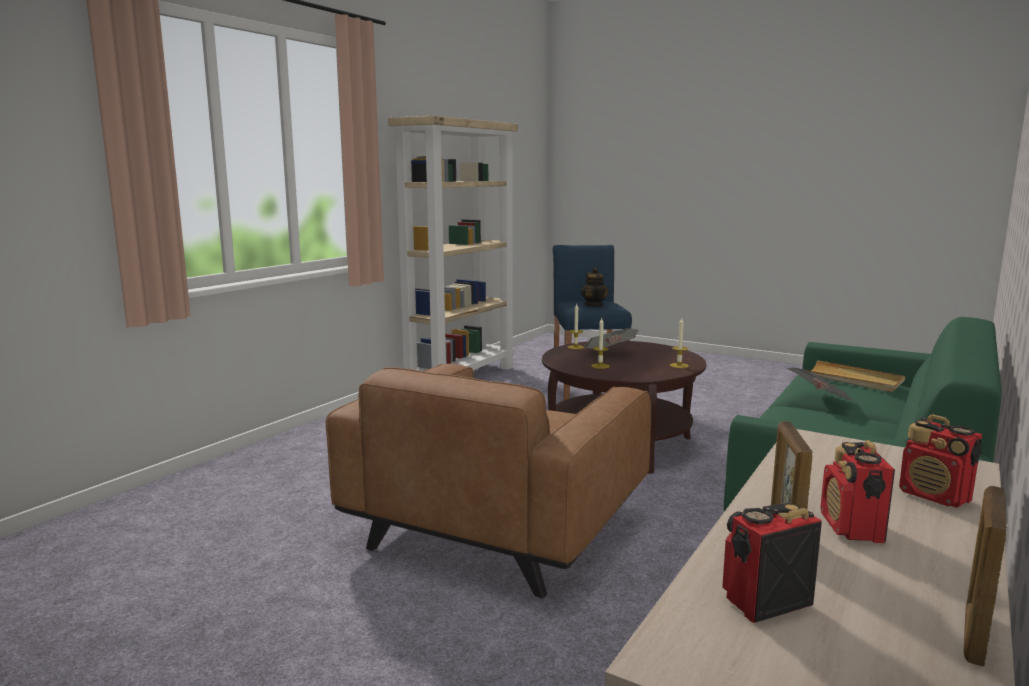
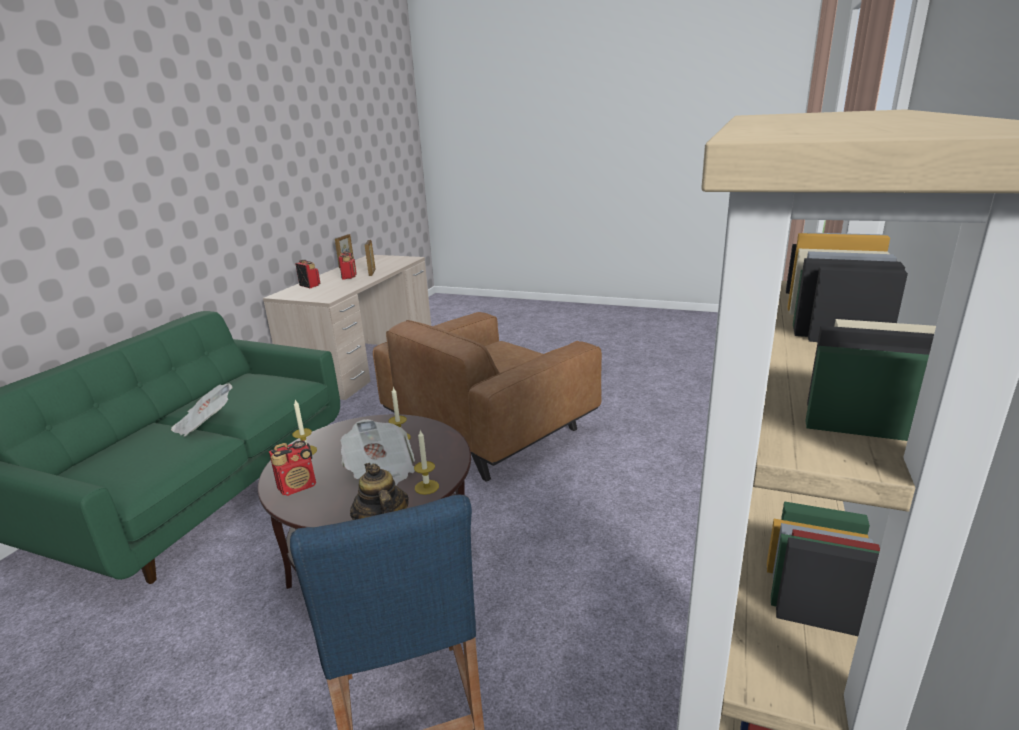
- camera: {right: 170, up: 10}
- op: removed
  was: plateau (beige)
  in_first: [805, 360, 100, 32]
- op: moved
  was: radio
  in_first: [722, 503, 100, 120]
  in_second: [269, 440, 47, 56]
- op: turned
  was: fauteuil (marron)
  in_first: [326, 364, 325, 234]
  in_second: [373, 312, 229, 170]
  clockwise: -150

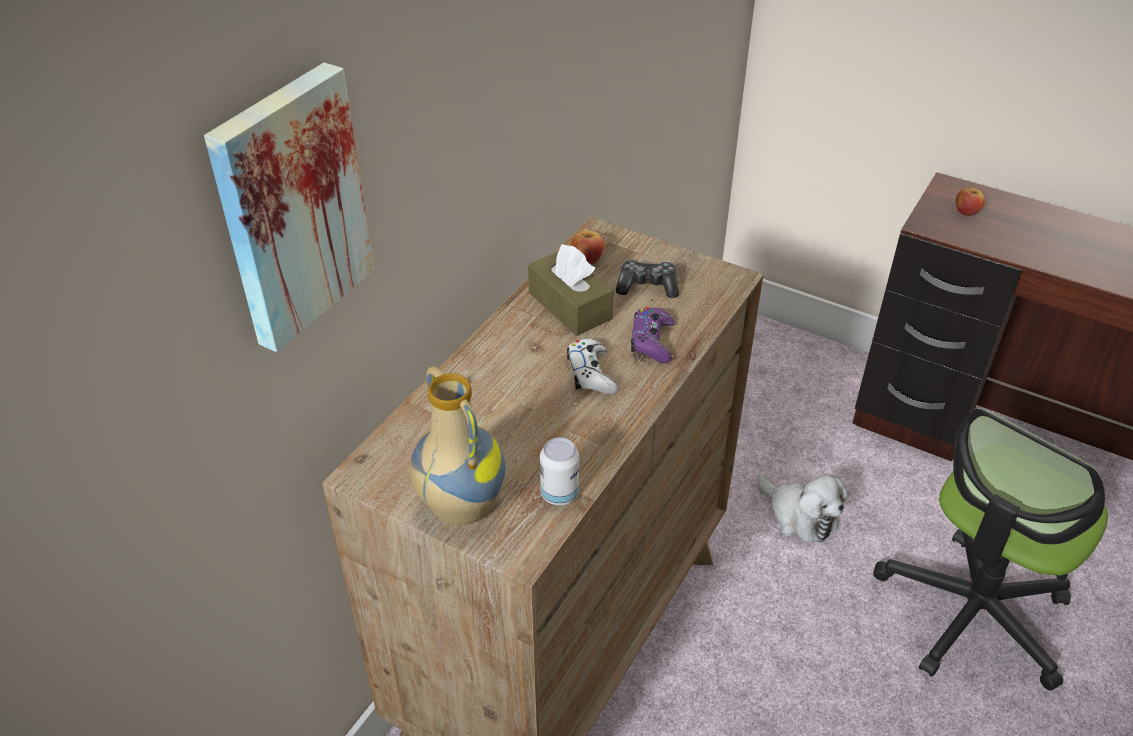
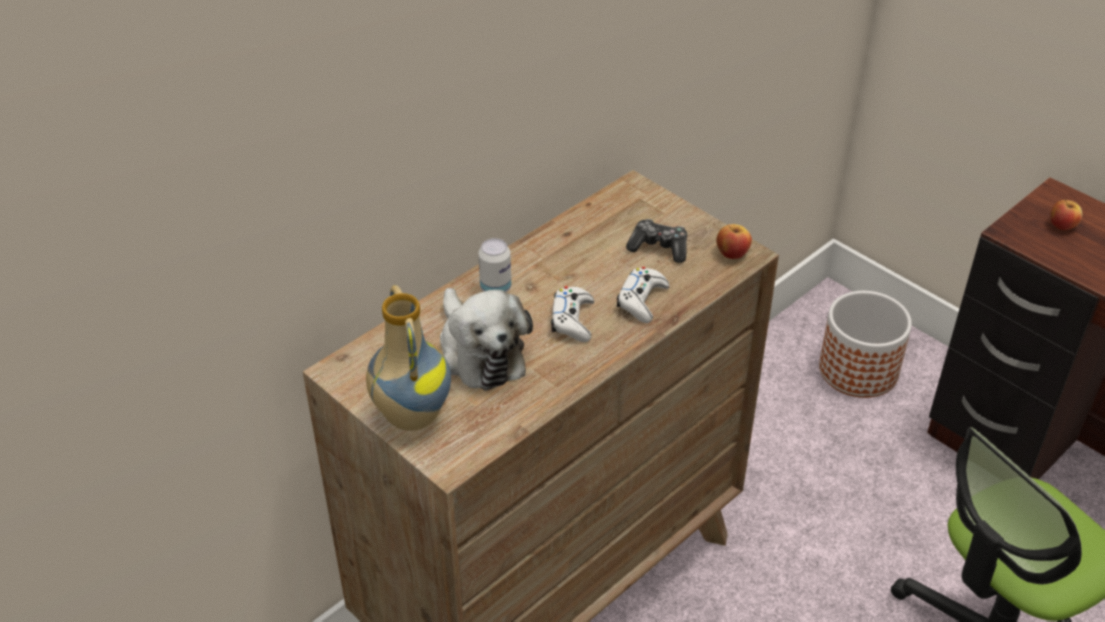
- camera: {right: 15, up: 0}
- op: removed
  was: tableau
  in_first: [204, 62, 170, 290]
- op: removed
  was: boîte à mouchoirs (marron)
  in_first: [528, 244, 86, 92]
- op: added
  now: cache-pot
  in_second: [819, 291, 93, 107]
- op: moved
  was: boîte métallique
  in_first: [540, 437, 39, 68]
  in_second: [478, 238, 33, 54]
- op: moved
  was: pomme
  in_first: [570, 230, 34, 34]
  in_second: [716, 224, 36, 35]
- op: moved
  was: peluche
  in_first: [757, 473, 91, 70]
  in_second: [440, 288, 93, 103]
- op: recoloured
  was: manette (violet)
  now: manette (blanc)
  in_first: [631, 307, 44, 56]
  in_second: [617, 267, 52, 56]

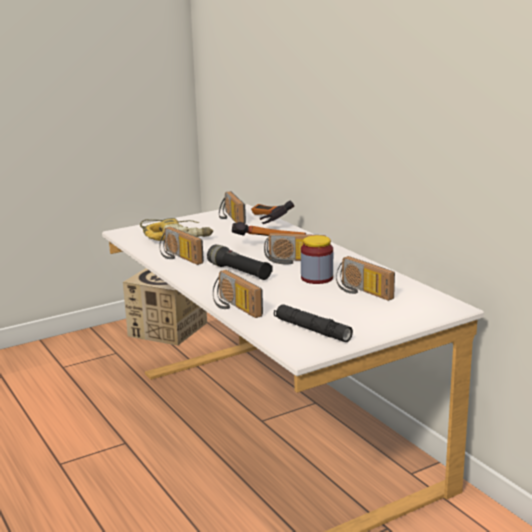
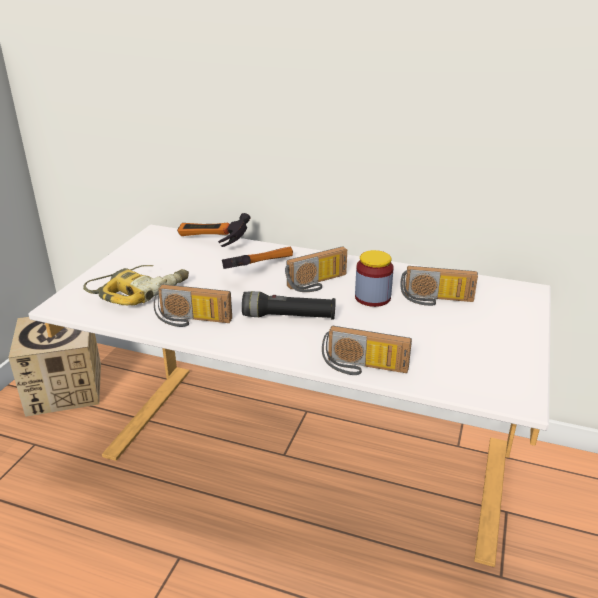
- camera: {right: -40, up: 10}
- op: removed
  was: radio
  in_first: [219, 191, 27, 33]
- op: removed
  was: lampe de poche (noir)
  in_first: [274, 304, 79, 38]

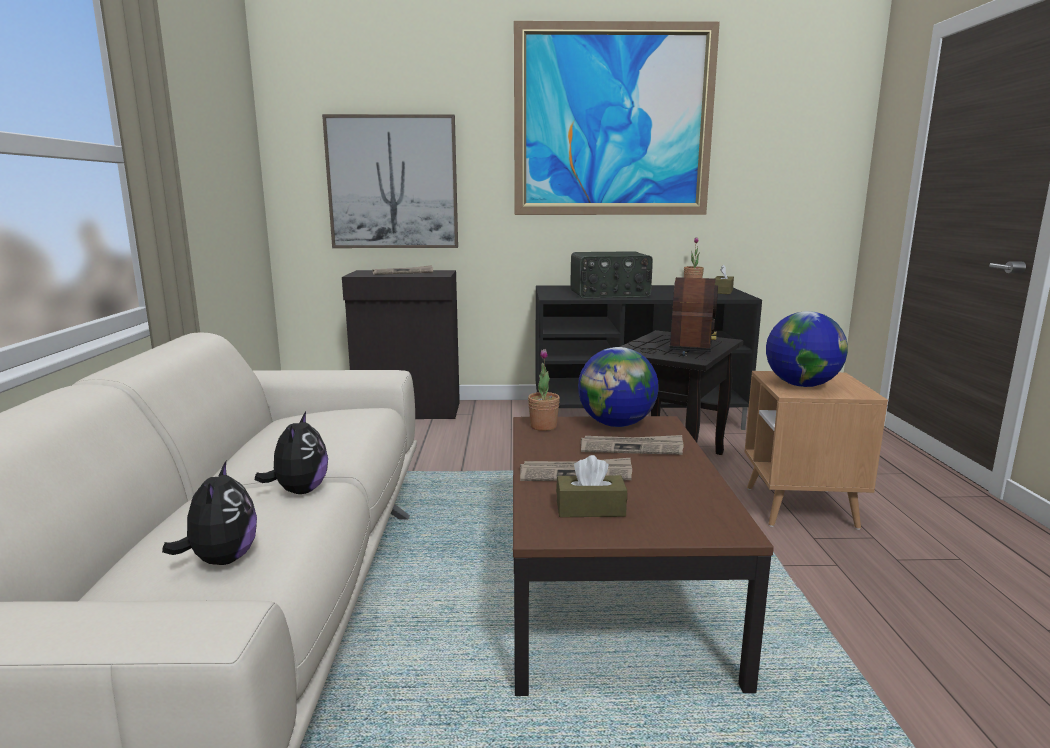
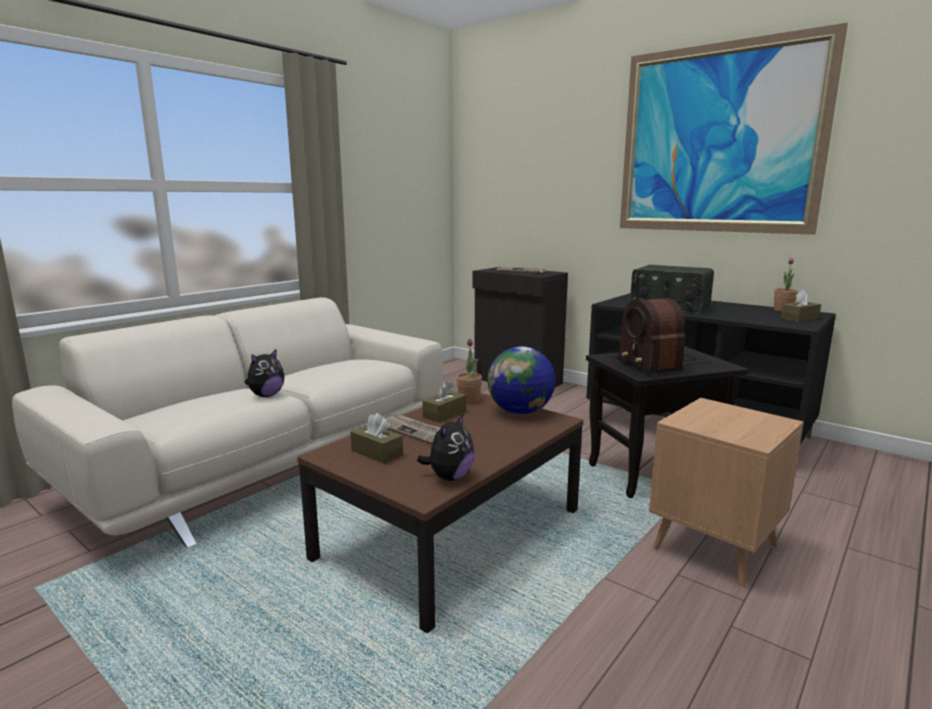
- camera: {right: 40, up: 0}
- op: removed
  was: tableau
  in_first: [322, 114, 136, 134]
- op: removed
  was: journal
  in_first: [581, 435, 102, 20]
- op: removed
  was: globe
  in_first: [766, 311, 82, 76]
- op: added
  now: boîte à mouchoirs (marron)
  in_second: [422, 381, 44, 42]
- op: moved
  was: peluche
  in_first: [162, 461, 95, 104]
  in_second: [417, 414, 57, 67]
- op: turned
  was: radio
  in_first: [628, 277, 90, 79]
  in_second: [617, 298, 80, 76]
  clockwise: 105

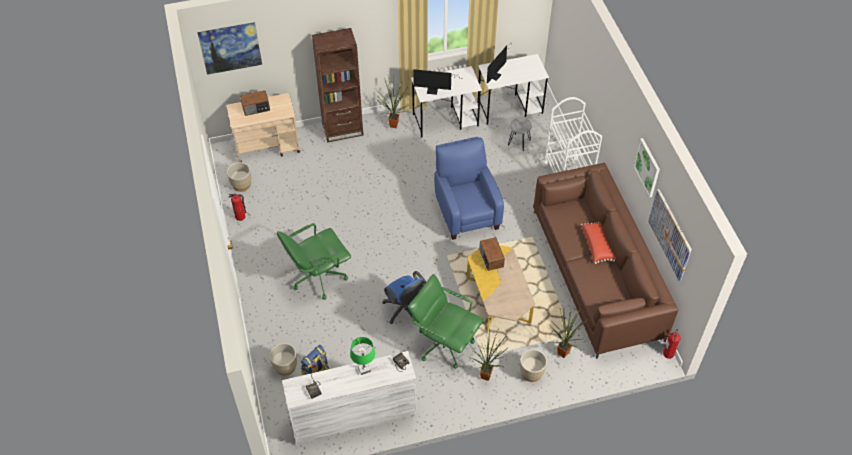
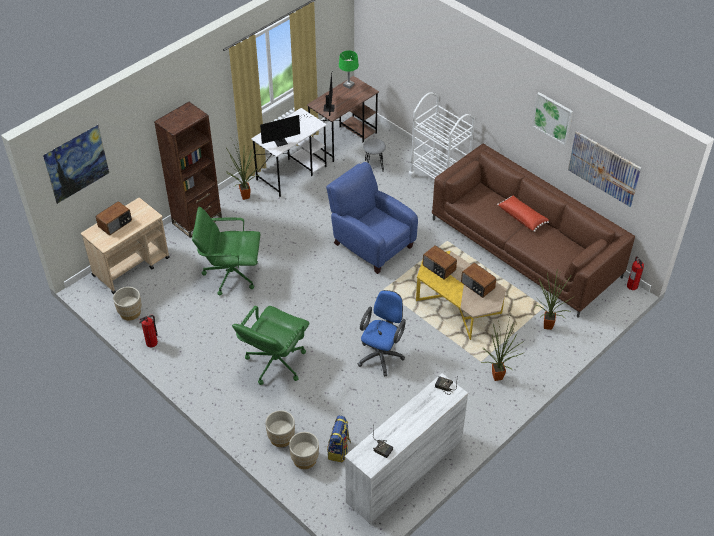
- camera: {right: -30, up: -5}
- op: added
  now: radio
  in_second: [461, 263, 35, 35]
- op: moved
  was: lampe de table (vert)
  in_first: [350, 337, 25, 38]
  in_second: [339, 50, 20, 39]
- op: moved
  was: chaise de bureau (vert)
  in_first: [408, 274, 75, 95]
  in_second: [192, 207, 68, 89]
- op: moved
  was: cache-pot (beige)
  in_first: [520, 349, 27, 33]
  in_second: [265, 410, 30, 37]
- op: recoloured
  was: bureau (blanc)
  now: bureau (marron)
  in_first: [477, 54, 72, 71]
  in_second: [307, 76, 72, 86]
- op: turned
  was: chaise de bureau (bleu)
  in_first: [382, 271, 44, 53]
  in_second: [358, 290, 48, 86]
  clockwise: -90

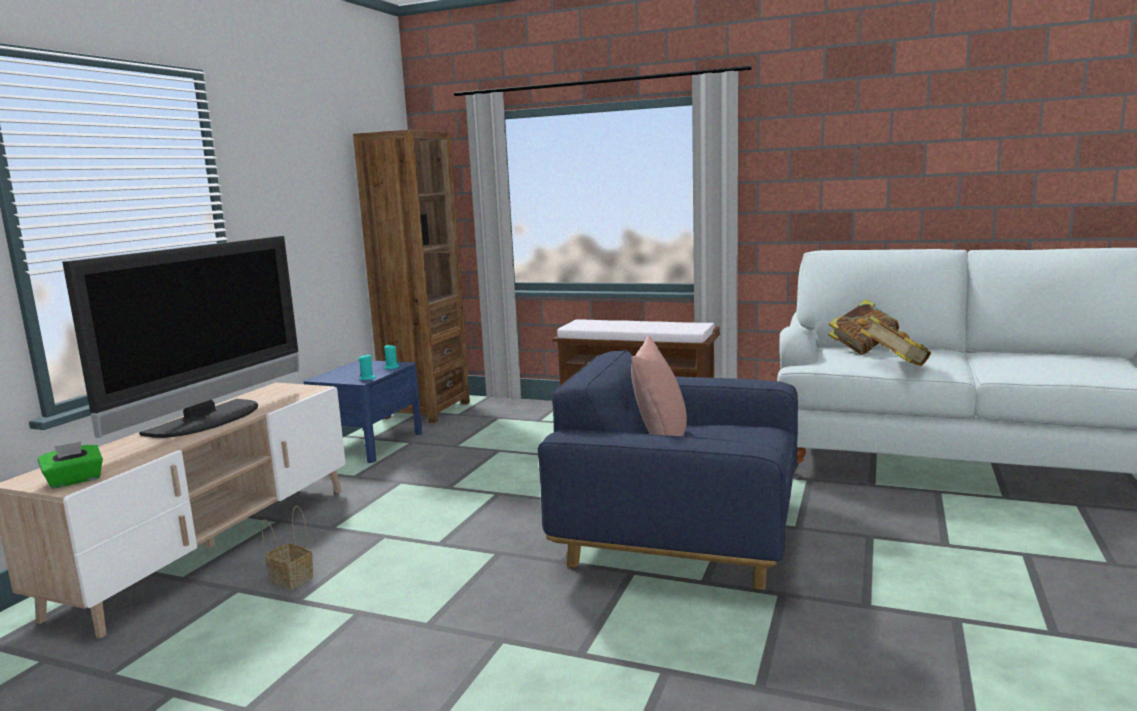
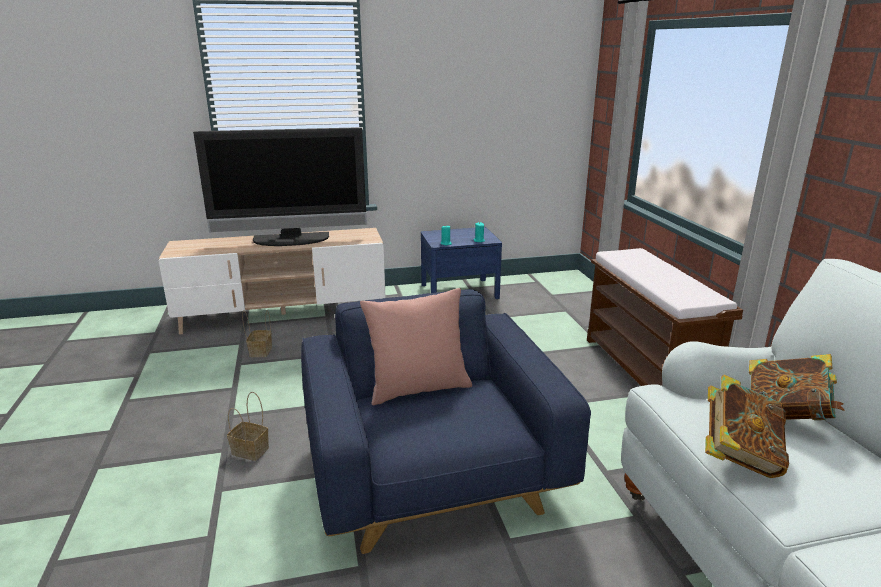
- camera: {right: 55, up: 10}
- op: removed
  was: boîte à mouchoirs (vert)
  in_first: [38, 441, 65, 48]
- op: removed
  was: bibliothèque (marron)
  in_first: [353, 130, 117, 293]
- op: added
  now: panier
  in_second: [227, 392, 42, 69]

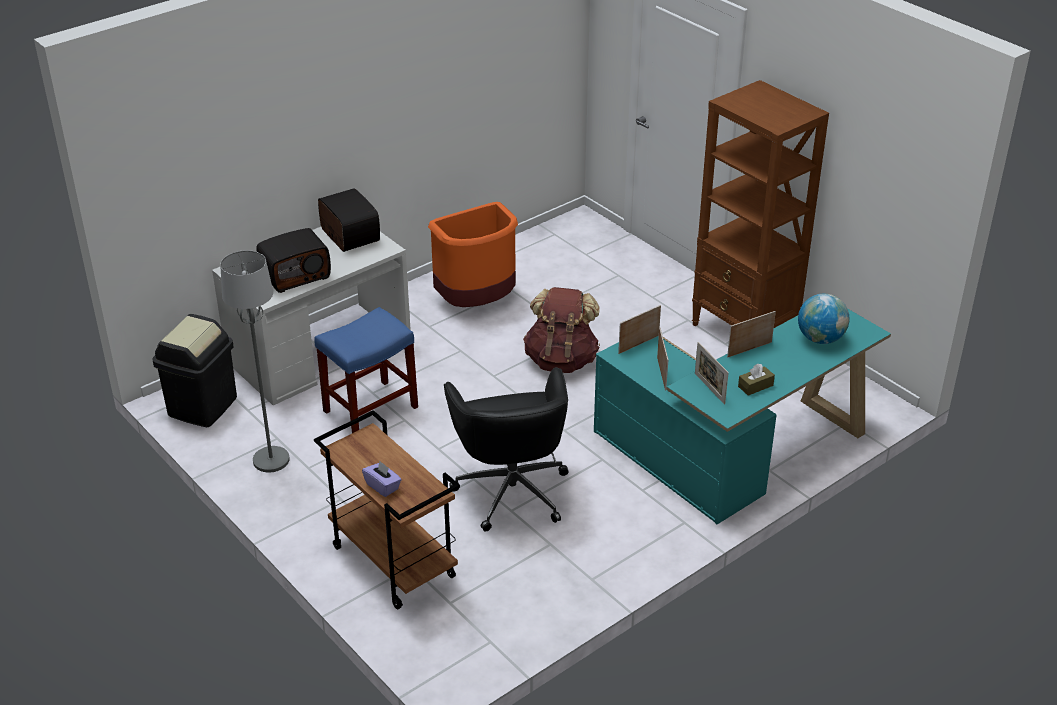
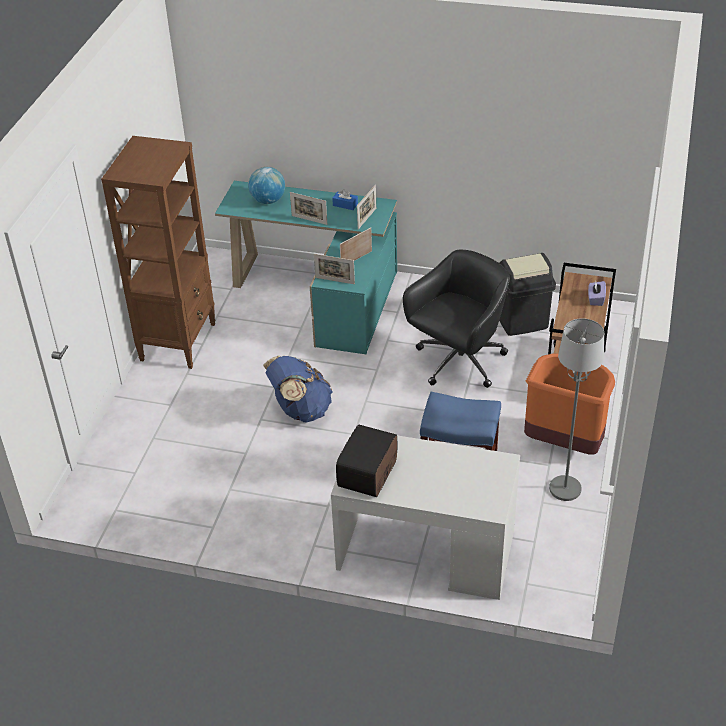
- camera: {right: -125, up: 5}
- op: removed
  was: radio
  in_first: [256, 228, 75, 65]
- op: moved
  was: poubelle (noir)
  in_first: [152, 314, 85, 113]
  in_second: [499, 253, 57, 83]
- op: moved
  was: poubelle (orange)
  in_first: [428, 202, 90, 105]
  in_second: [524, 354, 91, 100]
- op: recoloured
  was: sac à dos (marron)
  now: sac à dos (bleu)
  in_first: [523, 287, 77, 86]
  in_second: [263, 355, 69, 67]
- op: recoloured
  was: boîte à mouchoirs (marron)
  now: boîte à mouchoirs (bleu)
  in_first: [738, 364, 37, 32]
  in_second: [332, 189, 26, 21]

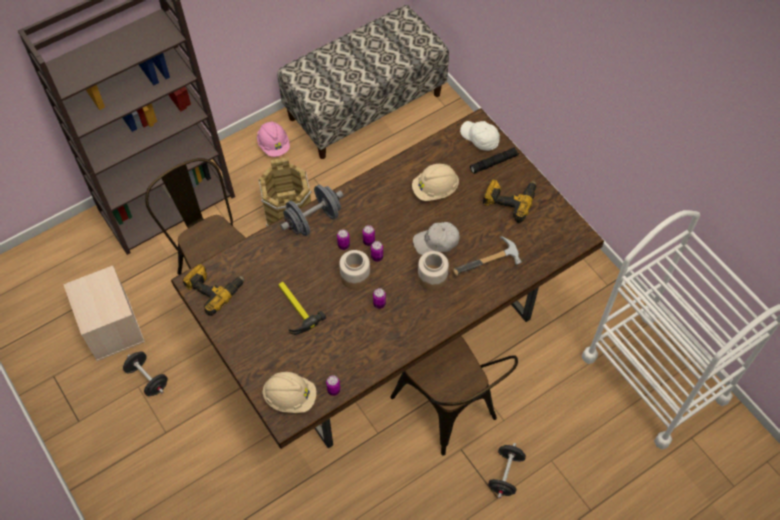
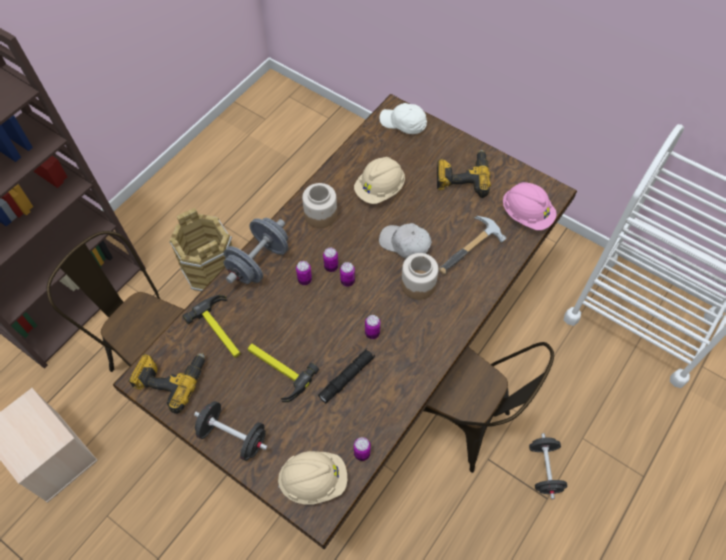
- camera: {right: -20, up: 0}
- op: removed
  was: banc
  in_first: [277, 5, 172, 154]
- op: added
  now: marteau
  in_second: [182, 295, 59, 63]
- op: moved
  was: haltère (noir)
  in_first: [123, 352, 45, 44]
  in_second: [194, 401, 74, 60]
- op: moved
  was: casque de chantier (rose)
  in_first: [257, 121, 33, 36]
  in_second: [503, 182, 54, 48]
- op: moved
  was: bocal
  in_first: [339, 250, 31, 39]
  in_second: [302, 183, 35, 45]
- op: moved
  was: lampe de poche (noir)
  in_first: [470, 147, 49, 27]
  in_second: [318, 348, 57, 55]
- op: turned
  was: casquette (blanc)
  in_first: [413, 222, 47, 33]
  in_second: [379, 223, 53, 36]
  clockwise: 60

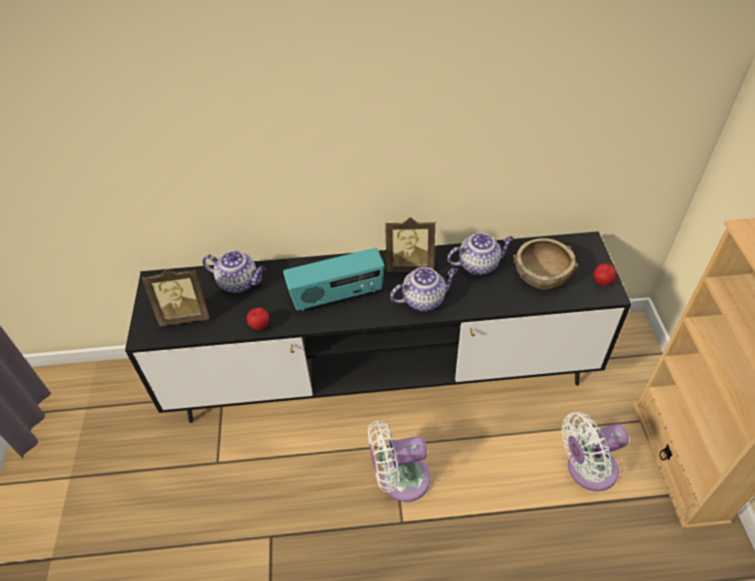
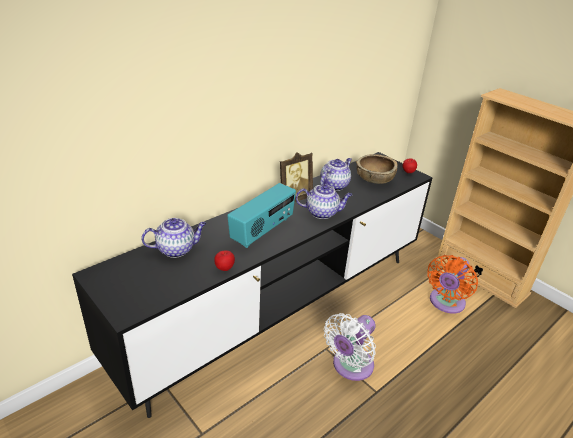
- camera: {right: -40, up: -15}
- op: removed
  was: cadre photo
  in_first: [142, 269, 68, 57]
- op: recoloured
  was: ventilateur (blanc)
  now: ventilateur (orange)
  in_first: [562, 412, 67, 79]
  in_second: [427, 255, 51, 59]
- op: turned
  was: théière
  in_first: [390, 267, 68, 44]
  in_second: [296, 184, 56, 35]
  clockwise: 60

